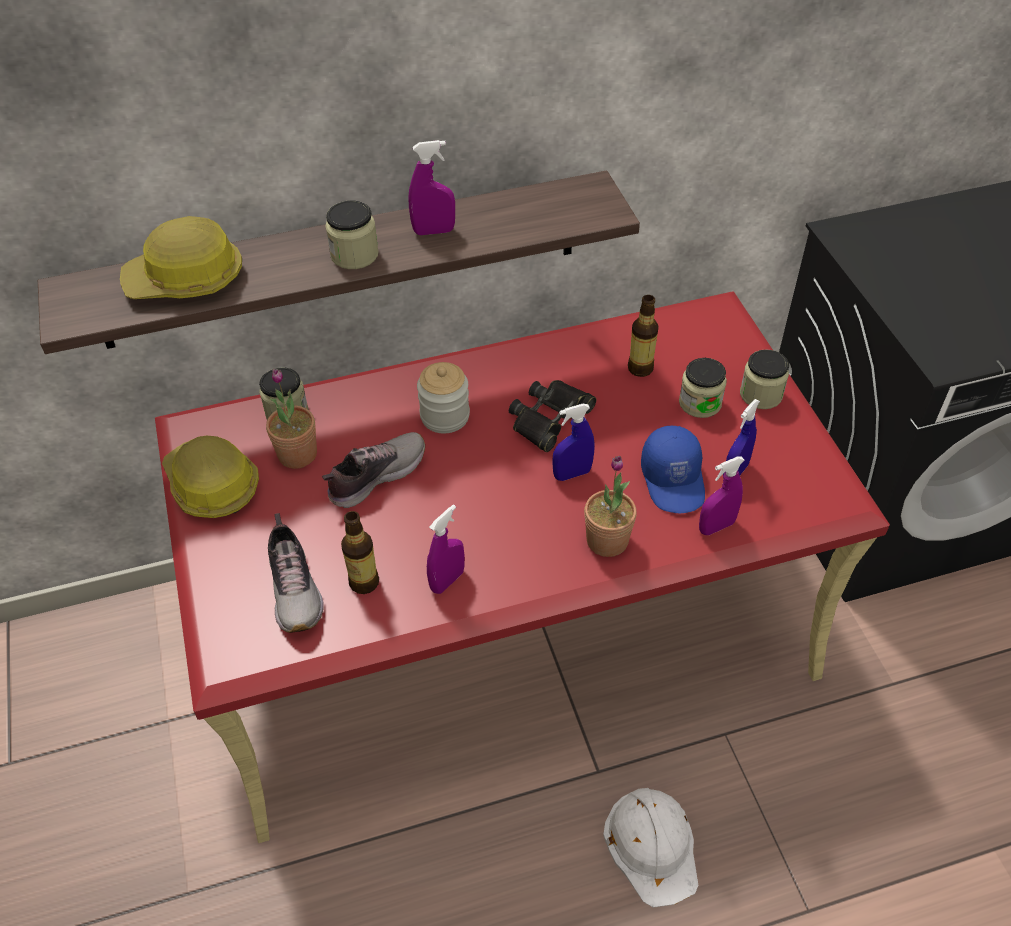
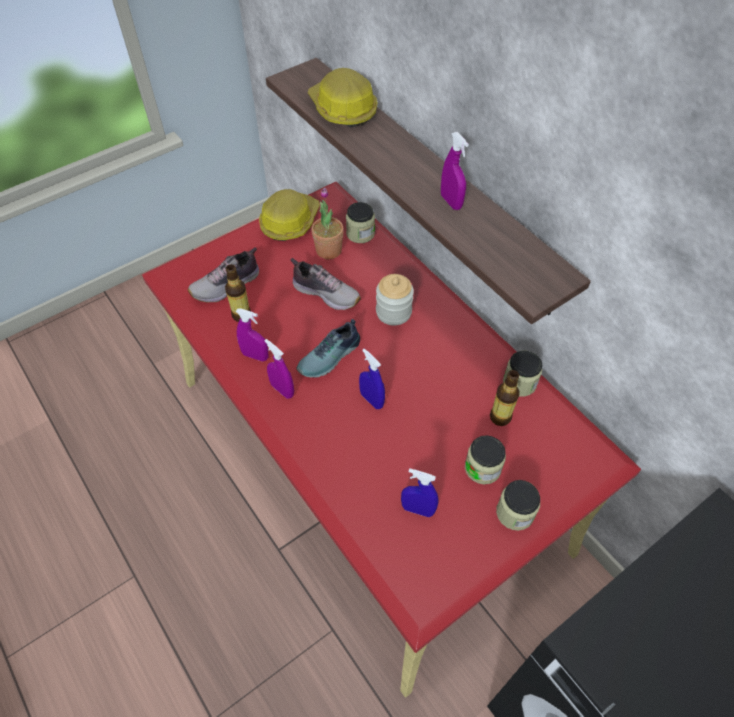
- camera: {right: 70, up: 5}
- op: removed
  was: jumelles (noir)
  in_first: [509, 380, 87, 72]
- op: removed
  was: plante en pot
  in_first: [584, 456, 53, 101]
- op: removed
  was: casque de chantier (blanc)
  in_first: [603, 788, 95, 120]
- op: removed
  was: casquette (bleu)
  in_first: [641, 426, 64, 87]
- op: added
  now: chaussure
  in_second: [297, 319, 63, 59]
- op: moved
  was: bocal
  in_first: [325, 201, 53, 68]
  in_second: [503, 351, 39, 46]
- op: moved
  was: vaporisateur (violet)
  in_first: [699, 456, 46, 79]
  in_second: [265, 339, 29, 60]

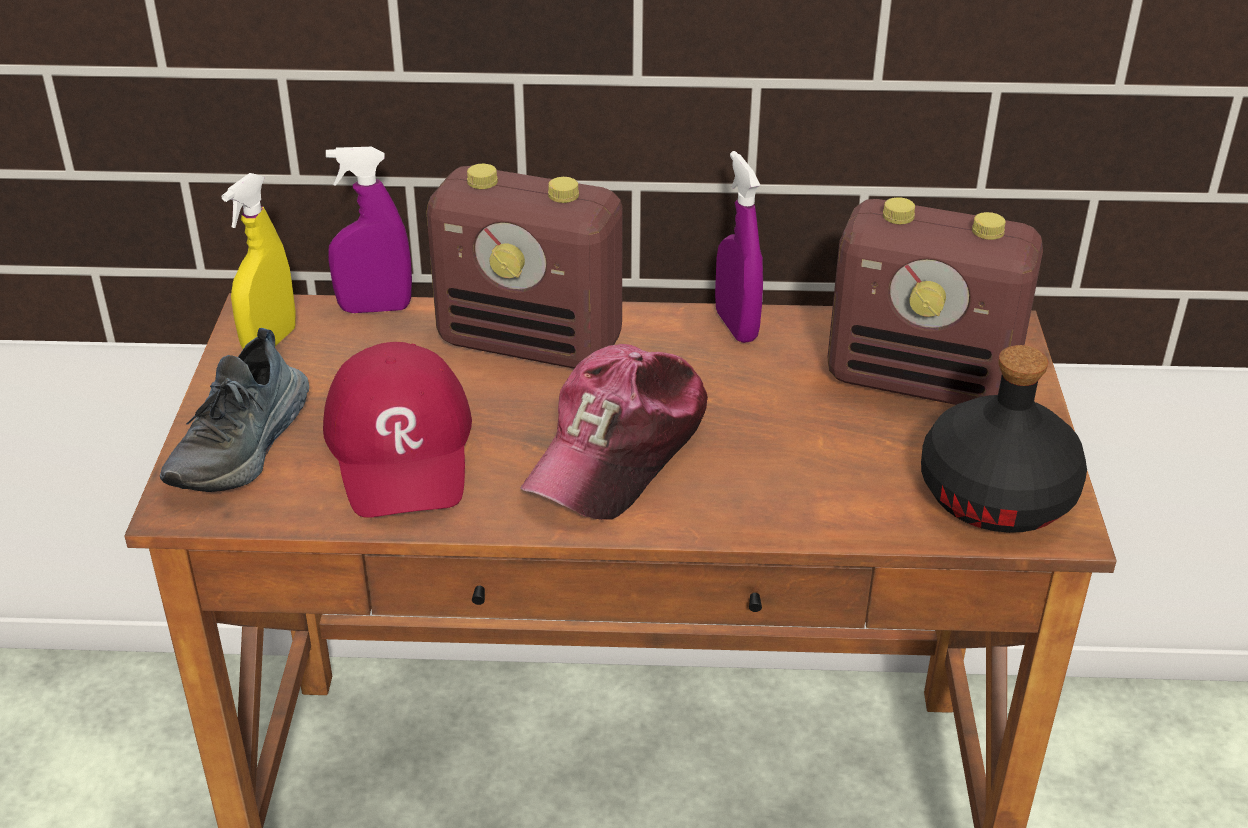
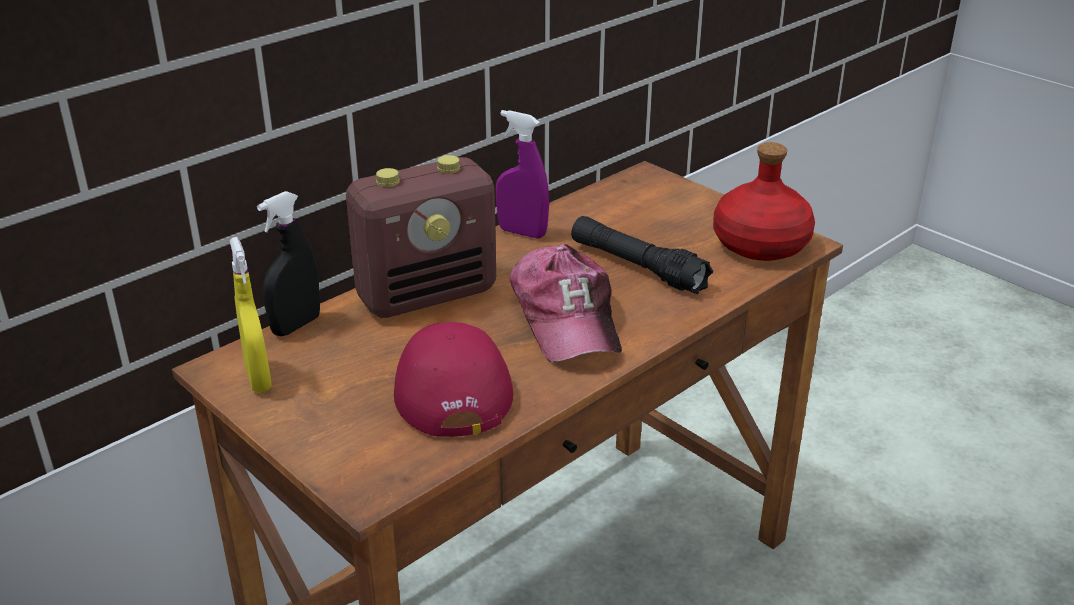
- camera: {right: -45, up: -5}
- op: removed
  was: chaussure
  in_first: [160, 328, 149, 164]
- op: removed
  was: radio
  in_first: [828, 197, 215, 208]
- op: added
  now: lampe de poche (noir)
  in_second: [571, 216, 142, 78]
- op: recoloured
  was: vaporisateur (violet)
  now: vaporisateur (noir)
  in_first: [326, 147, 86, 166]
  in_second: [257, 191, 63, 145]
- op: recoloured
  was: bouteille (noir)
  now: bouteille (rouge)
  in_first: [921, 345, 166, 188]
  in_second: [713, 142, 102, 119]
- op: turned
  was: casquette (rouge)
  in_first: [323, 342, 149, 176]
  in_second: [394, 322, 119, 115]
  clockwise: -135

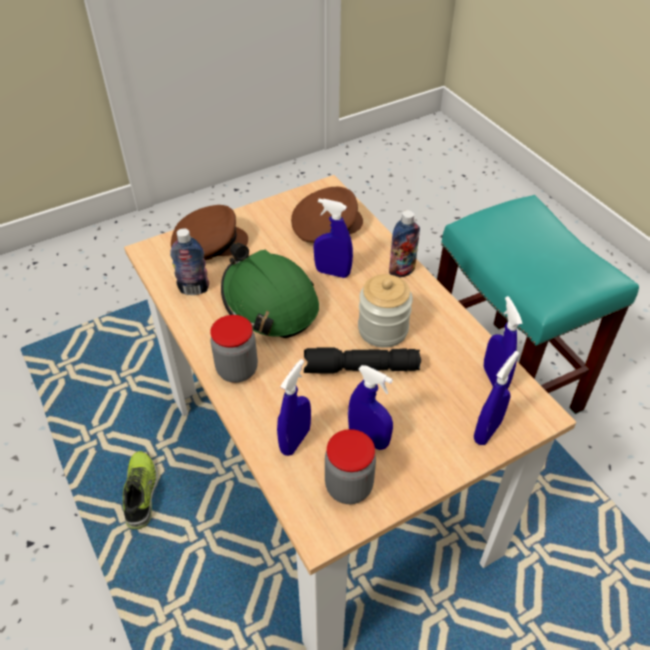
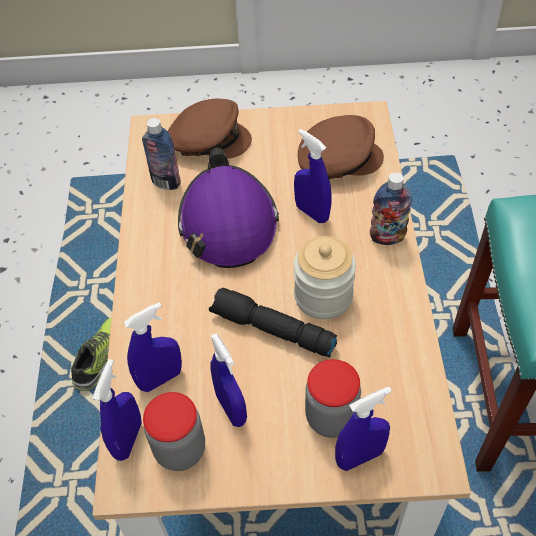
- camera: {right: 30, up: 5}
- op: moved
  was: bocal
  in_first: [210, 315, 48, 68]
  in_second: [305, 359, 56, 79]
- op: moved
  was: vaporisateur (bleu)
  in_first: [484, 296, 39, 93]
  in_second: [92, 359, 50, 102]
- op: recoloured
  was: casque de chantier (vert)
  now: casque de chantier (violet)
  in_first: [221, 242, 98, 96]
  in_second: [178, 148, 101, 120]

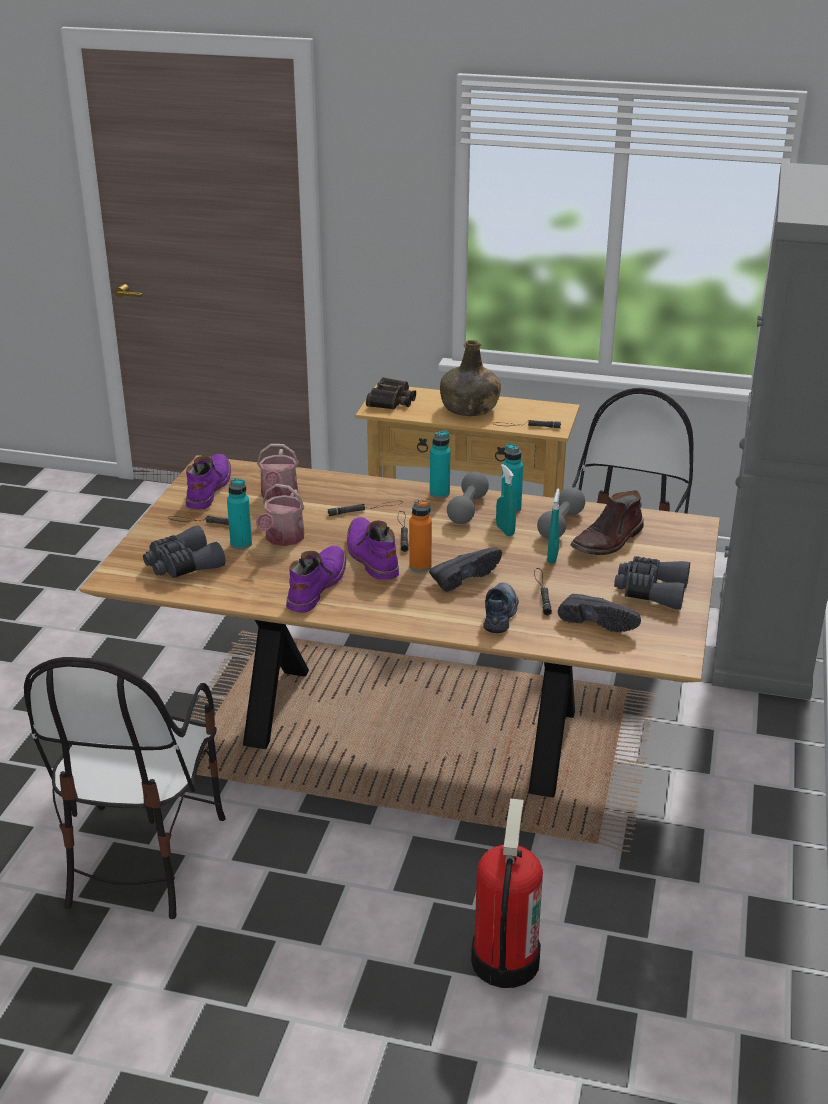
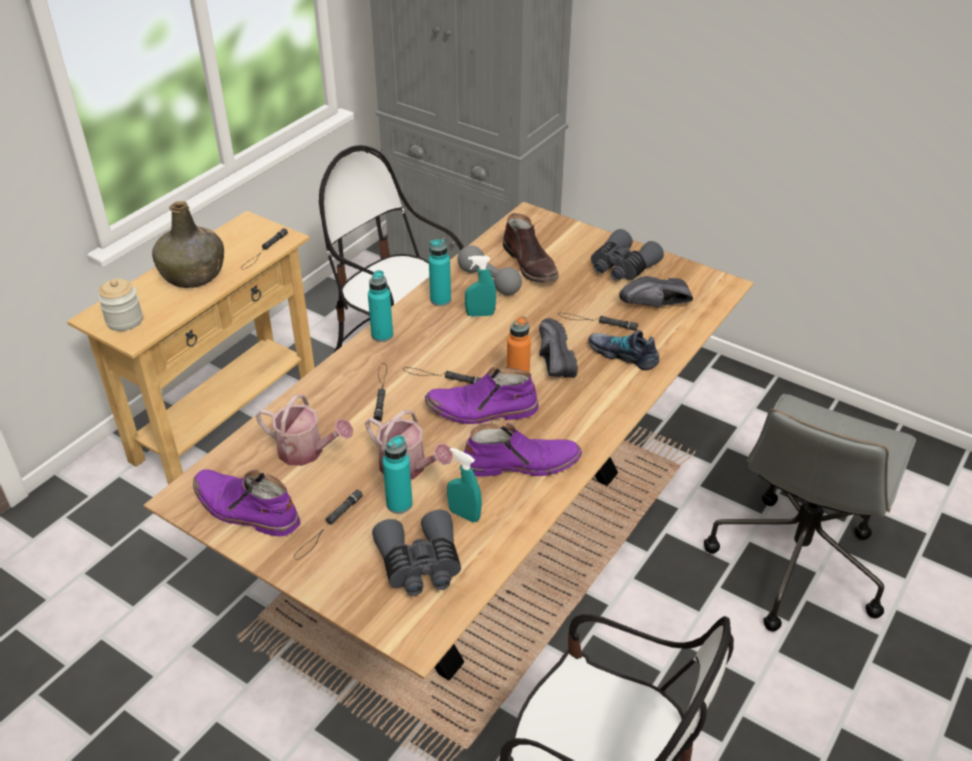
- camera: {right: -70, up: 10}
- op: removed
  was: haltère (gris)
  in_first: [447, 472, 42, 52]
- op: moved
  was: vaporisateur (turquoise)
  in_first: [547, 489, 13, 75]
  in_second: [447, 447, 35, 75]
- op: replaced
  was: jumelles
  now: bocal
  in_first: [366, 377, 50, 33]
  in_second: [98, 279, 45, 52]
- op: replaced
  was: extincteur
  now: chaise de bureau (gris)
  in_first: [471, 798, 72, 190]
  in_second: [704, 394, 212, 237]
- op: turned
  was: botte (violet)
  in_first: [286, 546, 60, 67]
  in_second: [461, 423, 121, 54]
  clockwise: 135
- op: turned
  was: chaussure (noir)
  in_first: [558, 594, 83, 38]
  in_second: [619, 276, 74, 31]
  clockwise: -150

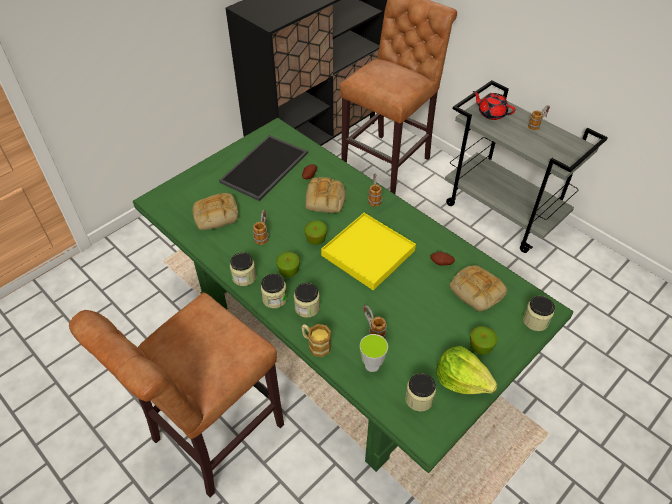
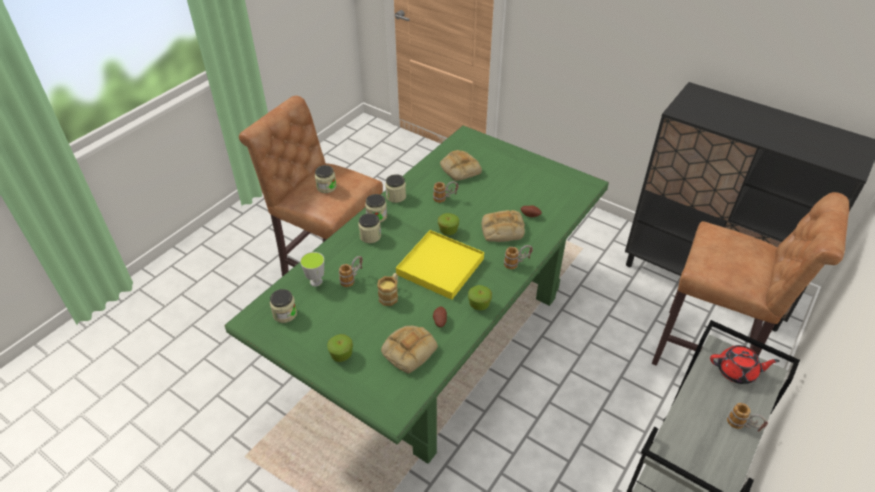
- camera: {right: 80, up: -5}
- op: removed
  was: plateau
  in_first: [219, 135, 89, 66]
- op: removed
  was: laitue
  in_first: [437, 346, 61, 48]
- op: moved
  was: pomme
  in_first: [276, 252, 24, 26]
  in_second: [468, 285, 24, 25]
- op: moved
  was: mug
  in_first: [301, 324, 30, 33]
  in_second: [377, 273, 21, 33]
- op: moved
  was: bocal
  in_first: [523, 296, 32, 35]
  in_second: [315, 165, 22, 28]
- op: turned
  was: théière (rouge)
  in_first: [473, 91, 42, 29]
  in_second: [710, 345, 70, 39]
  clockwise: 75

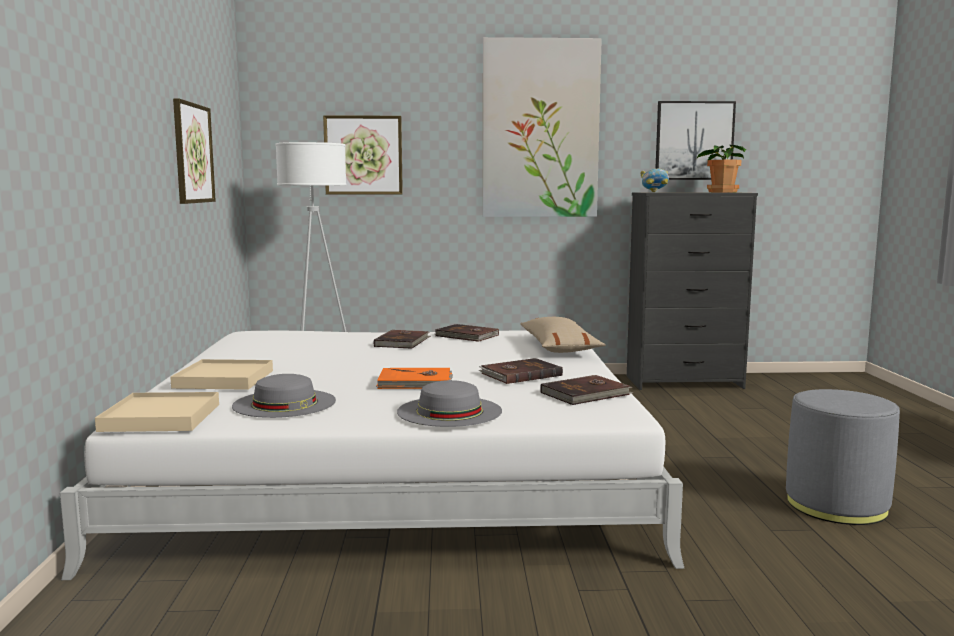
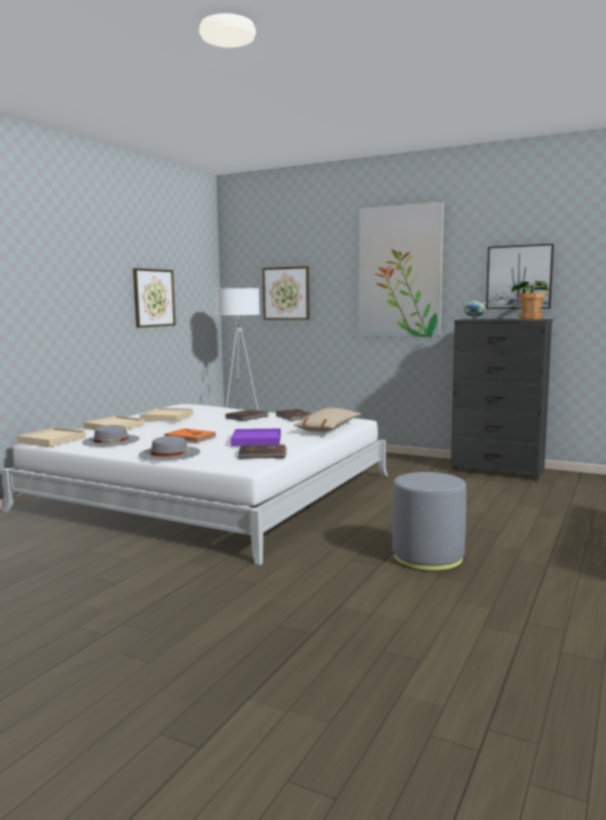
- camera: {right: 30, up: 0}
- op: added
  now: plateau (beige)
  in_second: [139, 408, 54, 14]
- op: replaced
  was: livre (marron)
  now: plateau (violet)
  in_first: [479, 358, 84, 26]
  in_second: [231, 428, 50, 18]

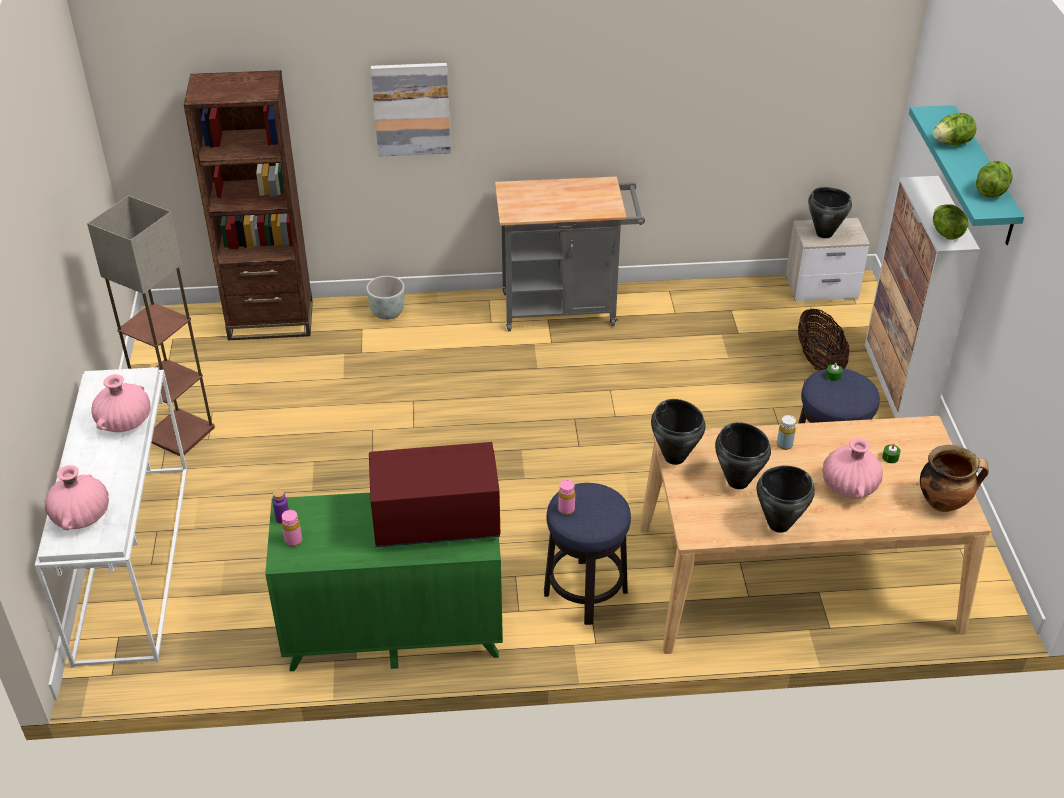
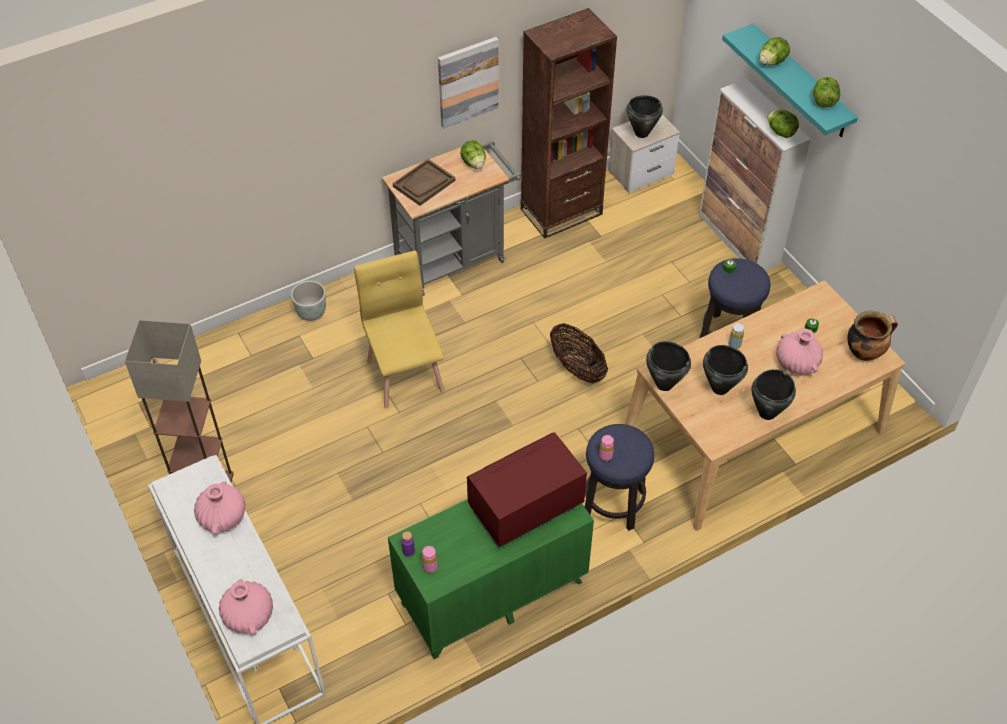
- camera: {right: -25, up: 10}
- op: added
  now: chaise (jaune)
  in_second: [354, 251, 91, 158]
- op: added
  now: plateau (marron)
  in_second: [393, 159, 62, 47]
- op: added
  now: laitue
  in_second: [460, 140, 26, 29]
- op: moved
  was: bibliothèque (marron)
  in_first: [184, 70, 129, 270]
  in_second: [521, 8, 96, 231]
- op: moved
  was: tableau
  in_first: [371, 63, 80, 94]
  in_second: [438, 37, 61, 91]
- op: moved
  was: panier
  in_first: [798, 308, 51, 63]
  in_second: [550, 323, 58, 61]

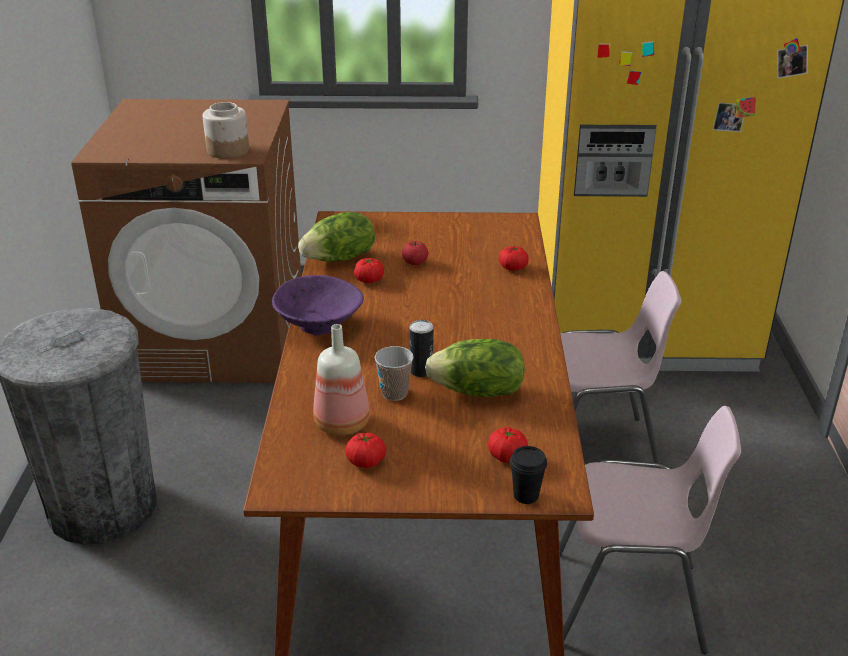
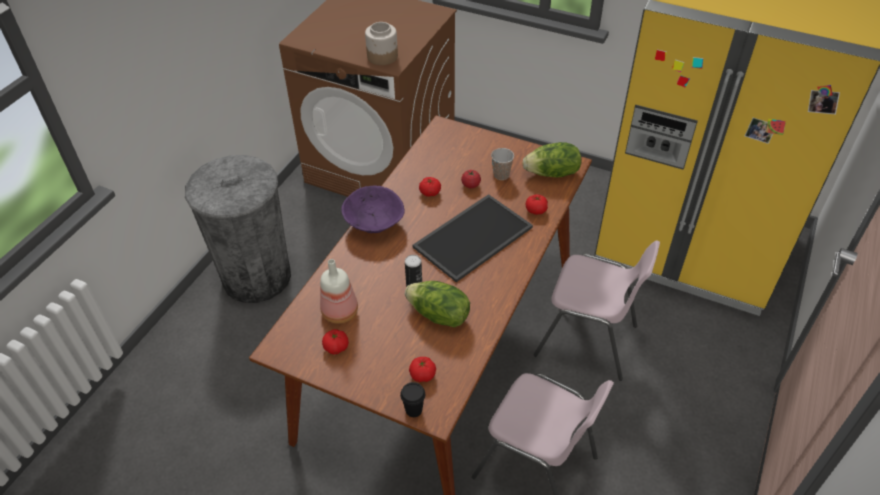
- camera: {right: 25, up: 15}
- op: added
  now: plateau
  in_second: [412, 194, 121, 88]
- op: moved
  was: laitue
  in_first: [298, 212, 77, 50]
  in_second: [522, 142, 59, 36]
- op: moved
  was: tasse
  in_first: [375, 346, 39, 55]
  in_second: [491, 148, 23, 32]

